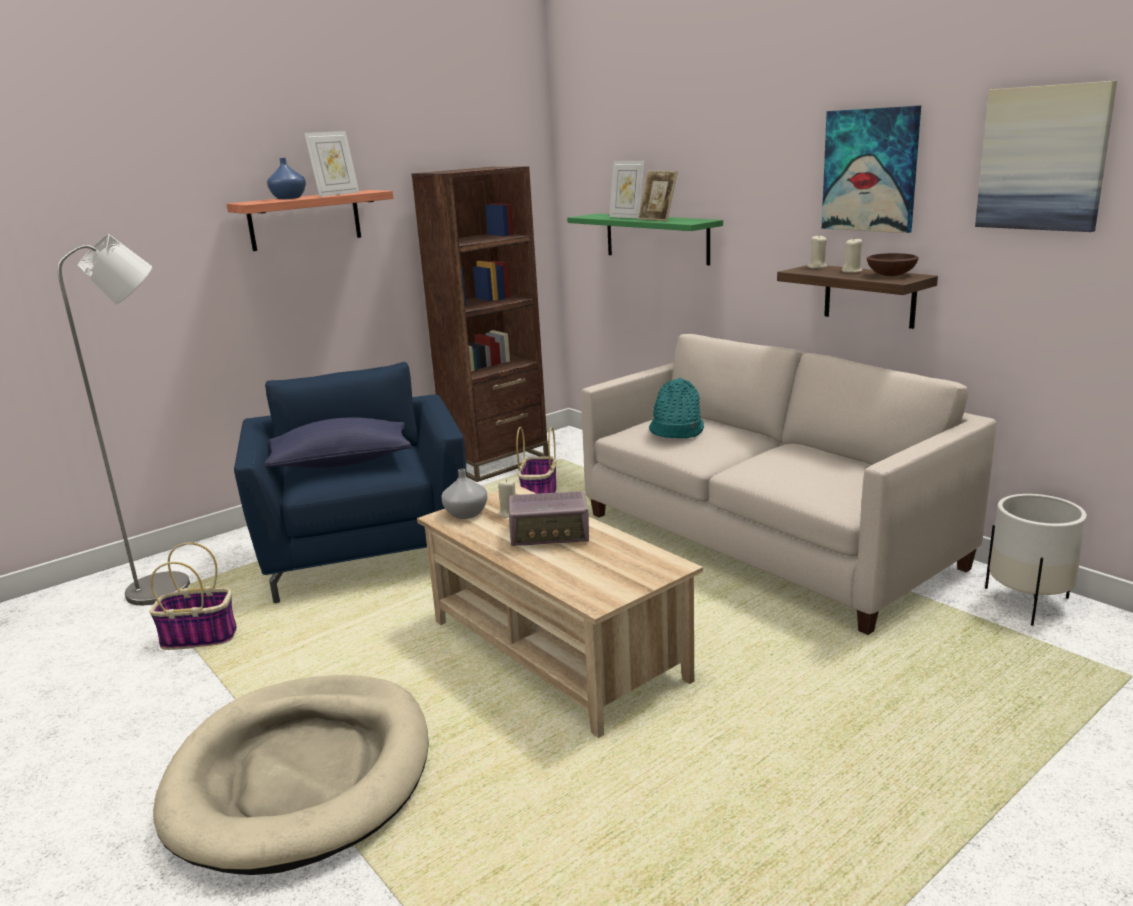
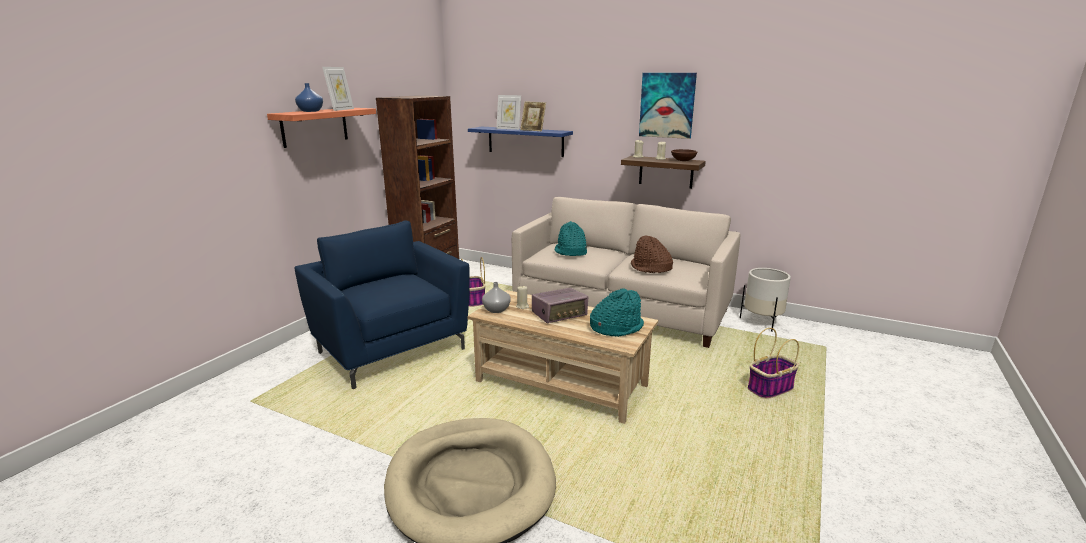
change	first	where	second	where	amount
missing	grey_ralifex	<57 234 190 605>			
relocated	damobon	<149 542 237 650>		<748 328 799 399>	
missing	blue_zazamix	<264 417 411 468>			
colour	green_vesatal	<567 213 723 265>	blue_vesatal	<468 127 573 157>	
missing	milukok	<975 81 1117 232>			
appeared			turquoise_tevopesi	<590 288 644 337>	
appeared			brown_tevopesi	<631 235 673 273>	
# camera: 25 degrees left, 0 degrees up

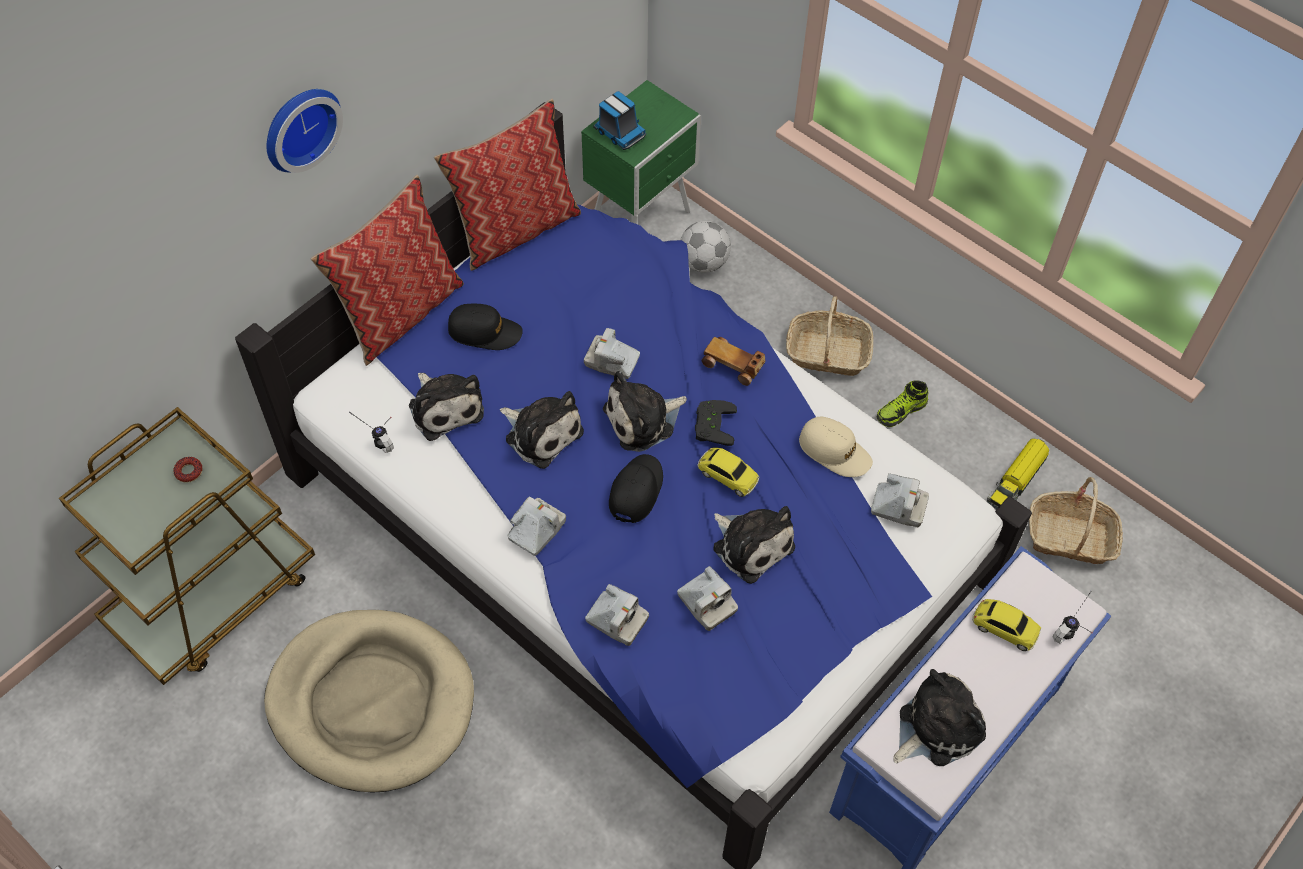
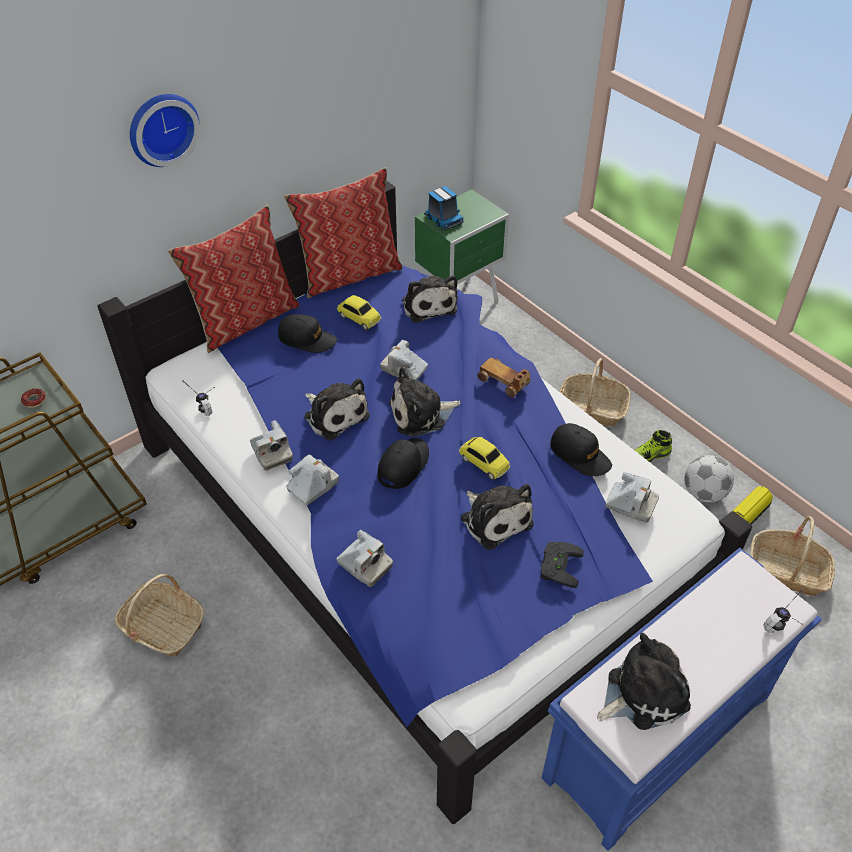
change	first	where	second	where	amount
exchanged	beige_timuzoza	<264 610 474 793>	damobon	<115 574 205 657>	
relocated	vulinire	<409 373 484 441>		<402 275 458 323>	
relocated	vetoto	<677 566 738 631>		<250 420 293 471>	
relocated	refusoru	<680 221 731 272>		<684 455 734 503>	
relocated	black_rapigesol	<695 400 737 446>		<541 542 584 588>	
colour	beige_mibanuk	<799 417 873 477>	black_mibanuk	<550 423 612 476>	
relocated	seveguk	<972 599 1041 651>		<337 295 381 330>	
# camera: 10 degrees right, 10 degrees down

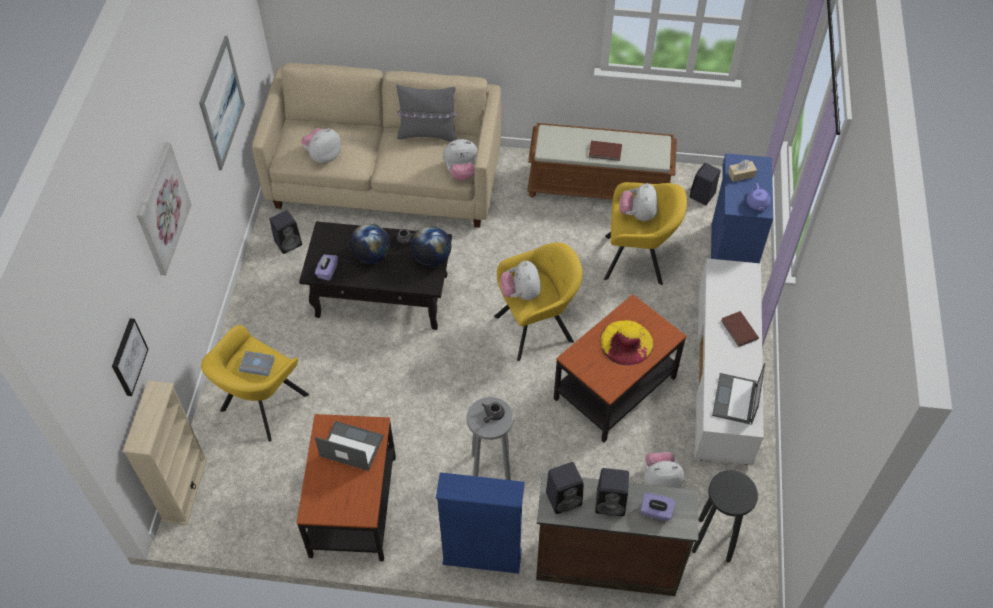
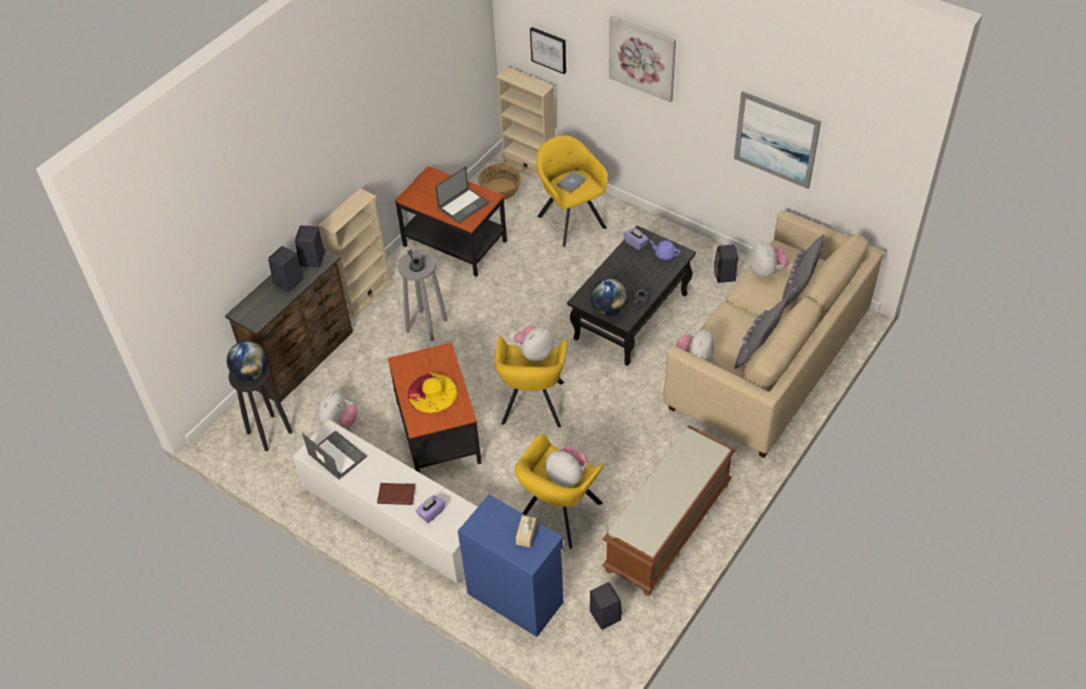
change	first	where	second	where	amount
relocated	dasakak	<350 224 390 264>		<227 341 268 381>	
colour	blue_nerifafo	<436 472 525 574>	beige_nerifafo	<318 188 392 319>	
spun	vulinire	<500 261 541 300>		<514 325 554 361>	60 degrees counterclockwise
missing	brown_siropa	<589 140 622 161>			
relocated	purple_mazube	<641 493 676 521>		<416 495 445 523>	
relocated	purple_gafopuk	<747 183 771 211>		<649 240 681 260>	
appeared			damobon	<478 164 521 200>	
appeared			grey_zazamix	<782 234 824 307>	
# camera: 120 degrees right, 5 degrees down

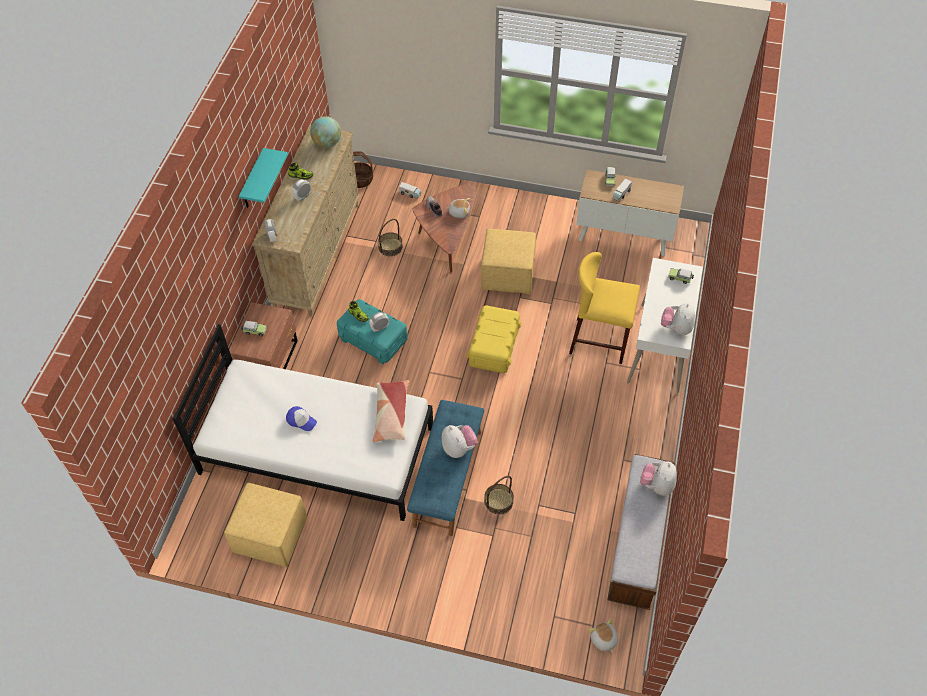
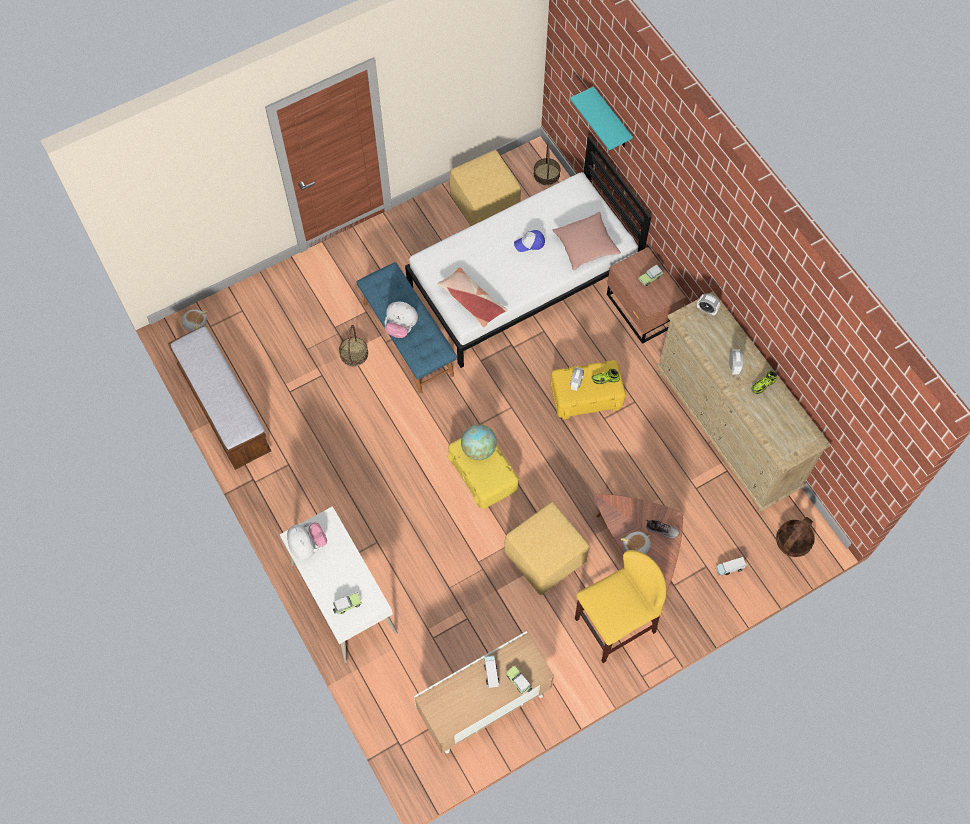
change	first	where	second	where	amount
relocated	turquoise_vesatal	<239 148 288 208>		<570 86 633 150>	
relocated	dasakak	<310 116 341 148>		<461 424 497 460>	
colour	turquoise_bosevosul	<337 299 408 364>	yellow_bosevosul	<550 360 626 419>	
relocated	damobon	<378 219 403 256>		<534 144 561 185>	
relocated	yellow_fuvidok	<569 252 640 364>		<575 550 666 663>	
missing	vulinire	<640 461 677 496>			
appeared			pink_zazamix	<552 212 621 270>	
# camera: 135 degrees right, 10 degrees up

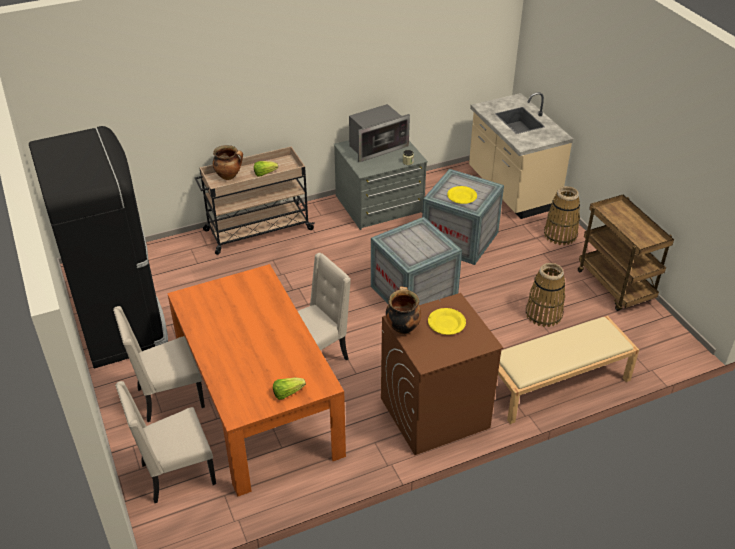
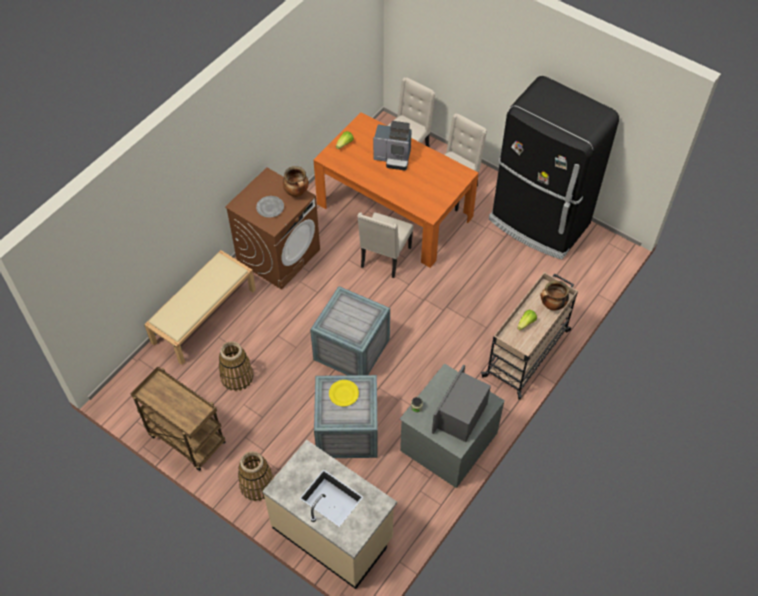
change	first	where	second	where	amount
colour	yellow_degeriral	<428 308 466 335>	grey_degeriral	<256 196 284 218>	
appeared			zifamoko	<373 121 412 170>	
# camera: 150 degrees right, 15 degrees up

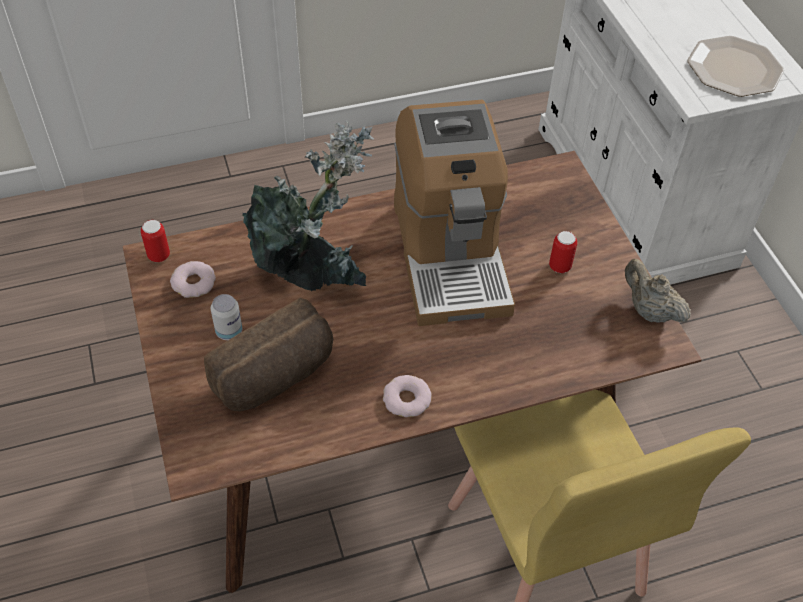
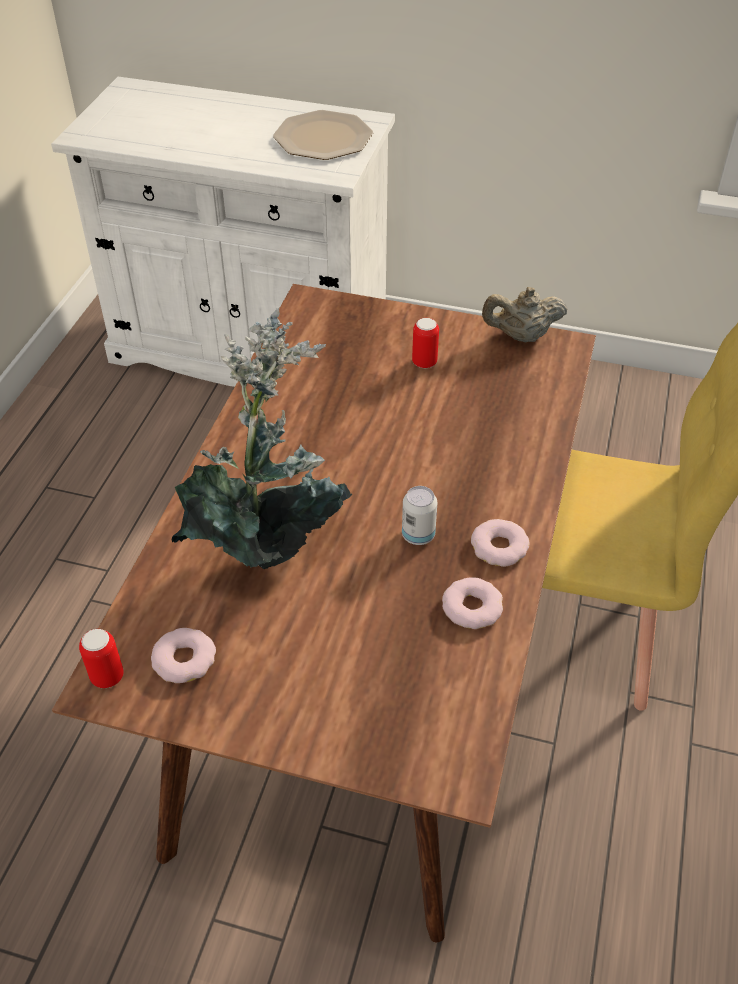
change	first	where	second	where	amount
missing	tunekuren	<204 298 333 411>			
relocated	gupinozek	<211 294 242 340>		<402 486 437 545>	
missing	zifamoko	<394 100 515 326>			
appeared			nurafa	<442 577 503 629>	
# camera: 55 degrees left, 5 degrees down

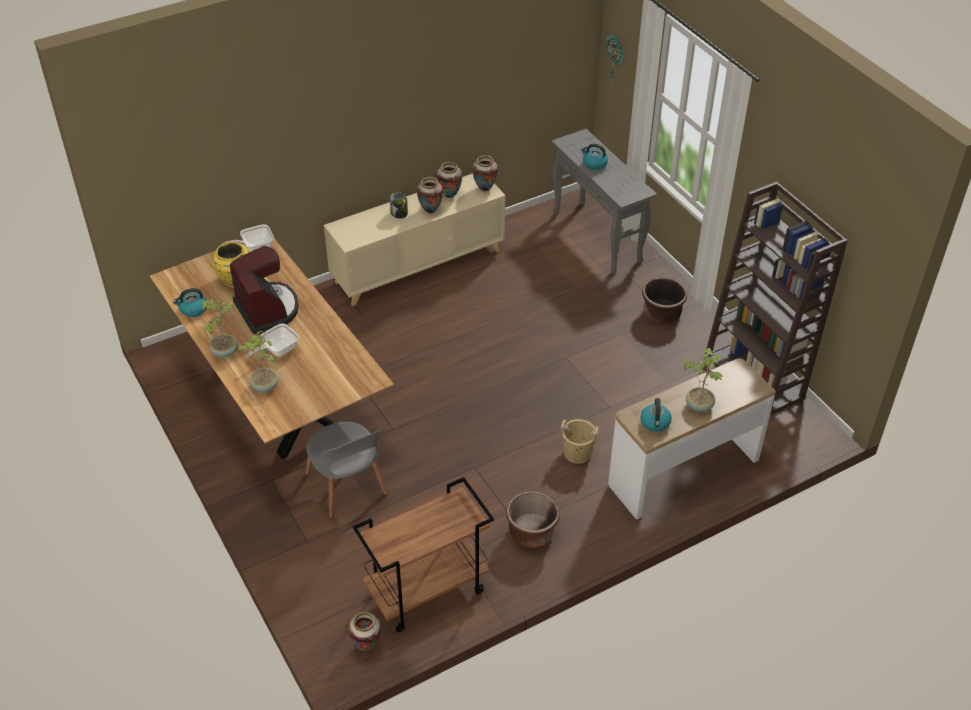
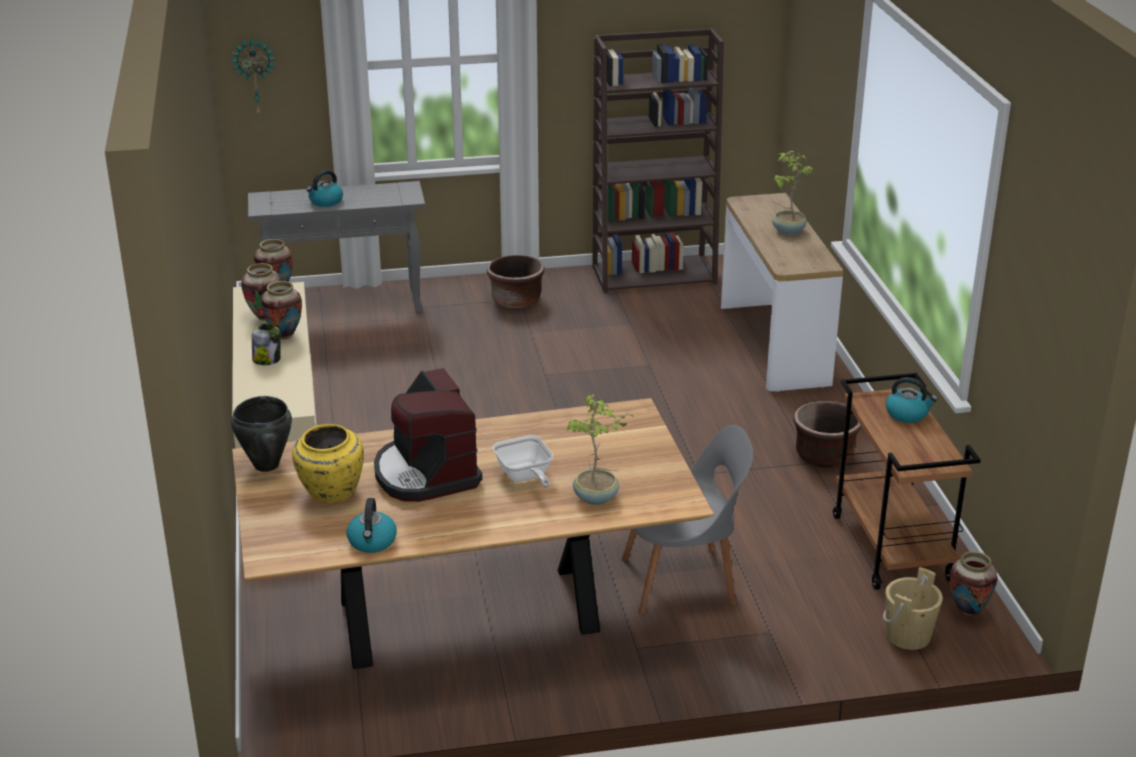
change	first	where	second	where	amount
missing	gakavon	<201 300 238 357>			
exchanged	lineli	<221 224 274 251>	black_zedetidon	<231 396 292 472>	
spun	zifamoko	<230 246 299 335>		<374 368 482 502>	105 degrees counterclockwise
relocated	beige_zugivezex	<561 419 599 464>		<883 567 943 650>	
relocated	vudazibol	<641 398 672 432>		<886 377 937 423>	
# camera: 70 degrees left, 15 degrees down

